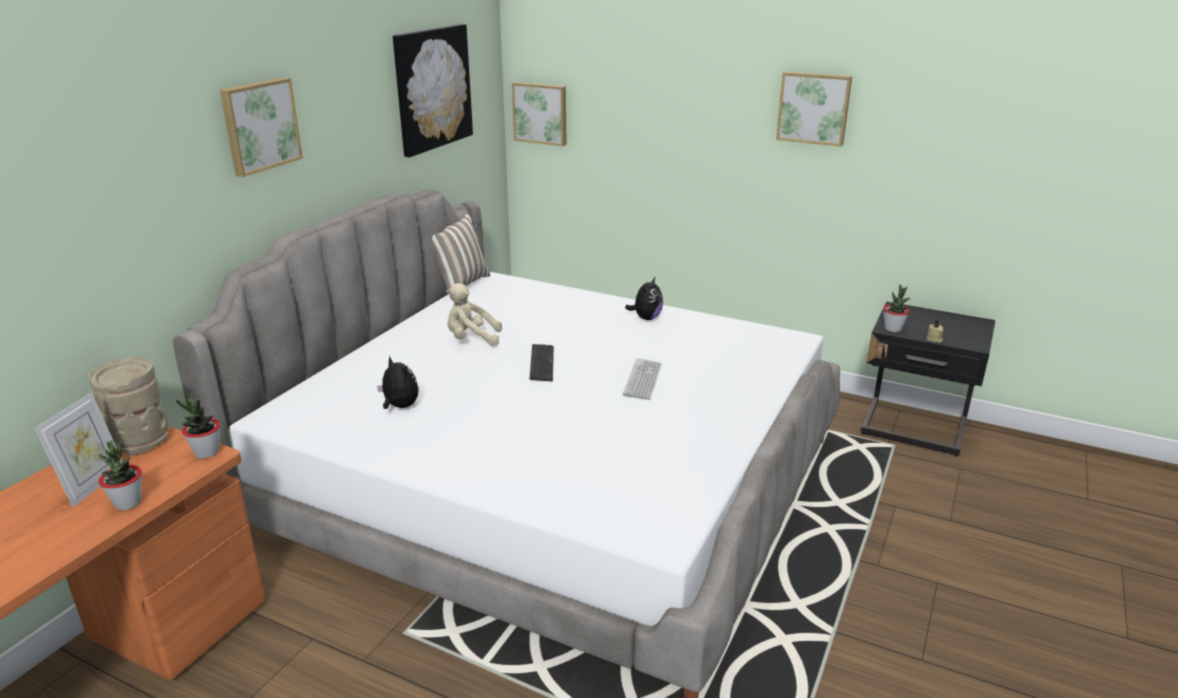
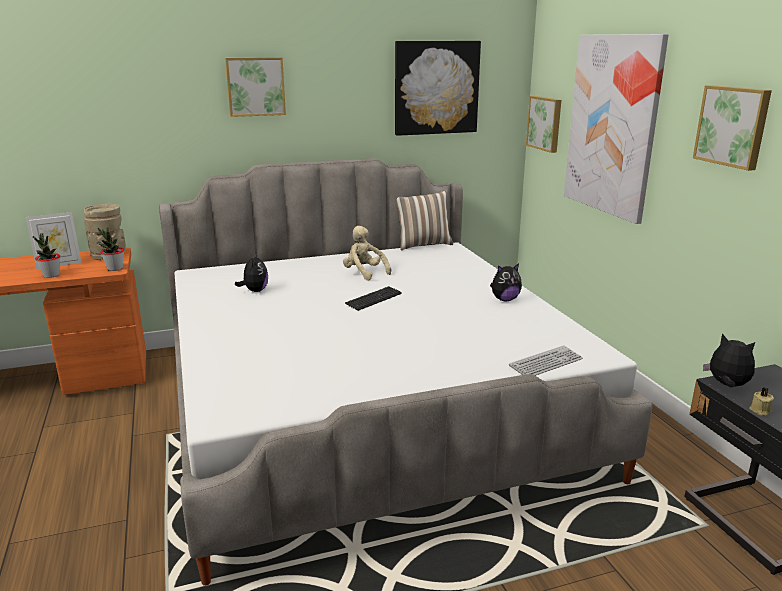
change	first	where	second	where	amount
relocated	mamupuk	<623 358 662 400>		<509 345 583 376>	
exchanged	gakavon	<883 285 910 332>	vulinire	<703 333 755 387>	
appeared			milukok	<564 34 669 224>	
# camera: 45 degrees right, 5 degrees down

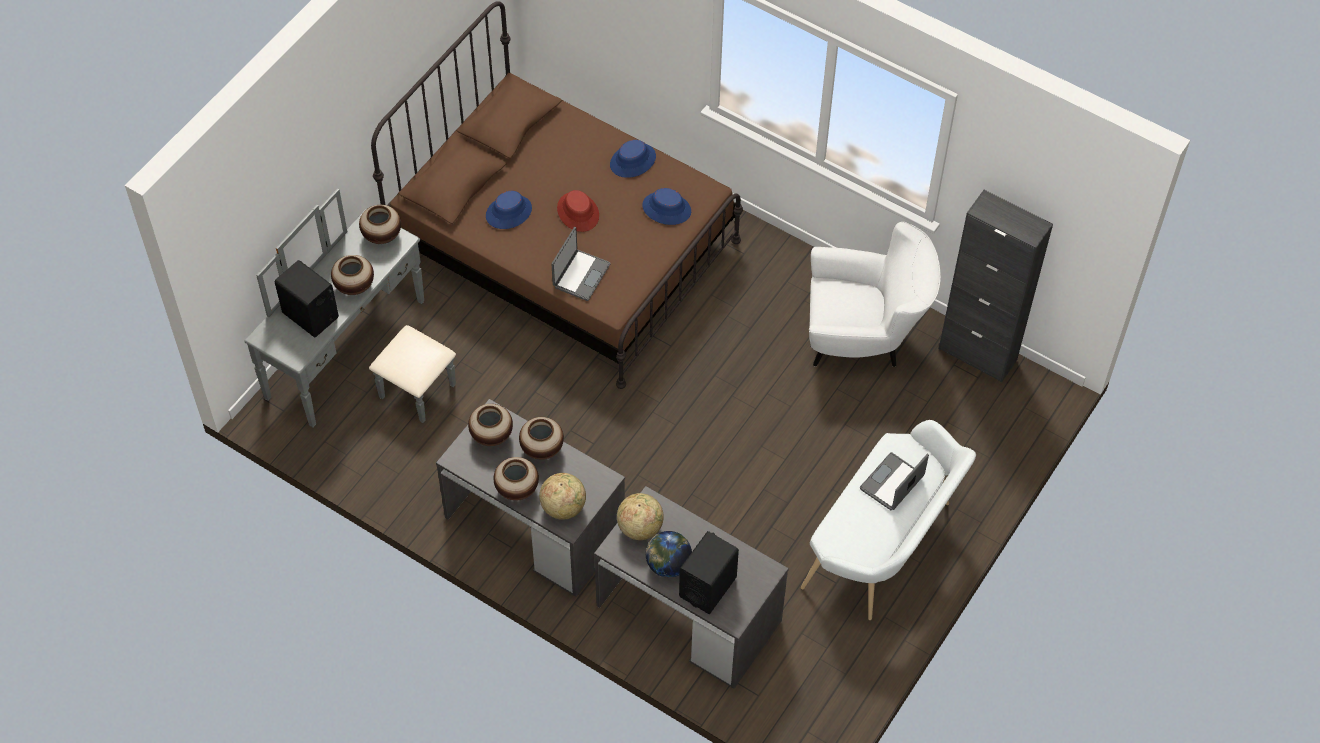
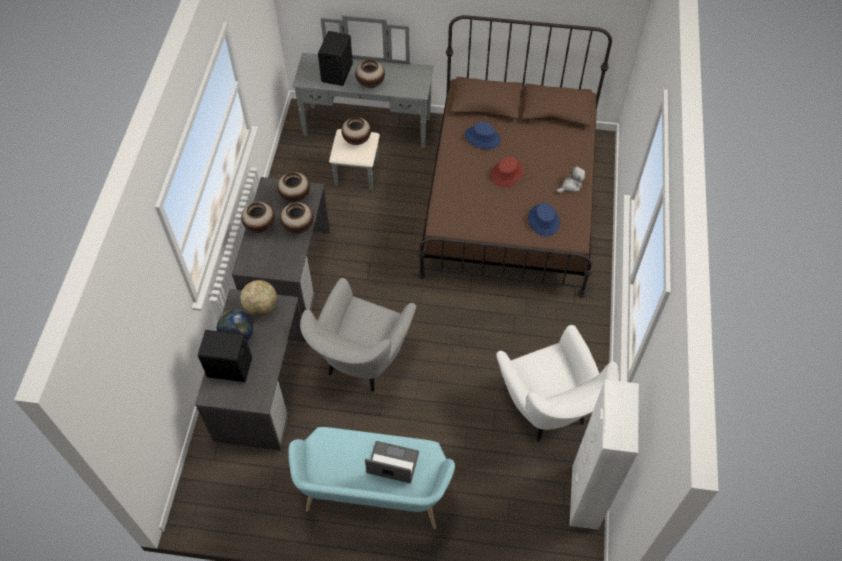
change	first	where	second	where	amount
relocated	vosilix	<359 205 401 244>		<341 117 371 145>	
missing	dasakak	<539 473 586 520>			
missing	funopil	<552 227 611 301>			
exchanged	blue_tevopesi	<610 140 656 178>	vulinire	<556 166 585 193>	
colour	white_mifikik	<801 420 976 620>	turquoise_mifikik	<288 427 455 529>	
colour	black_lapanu	<939 190 1053 382>	white_lapanu	<569 379 639 530>	
appeared			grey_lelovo	<300 278 416 392>	
# camera: 65 degrees right, 0 degrees up

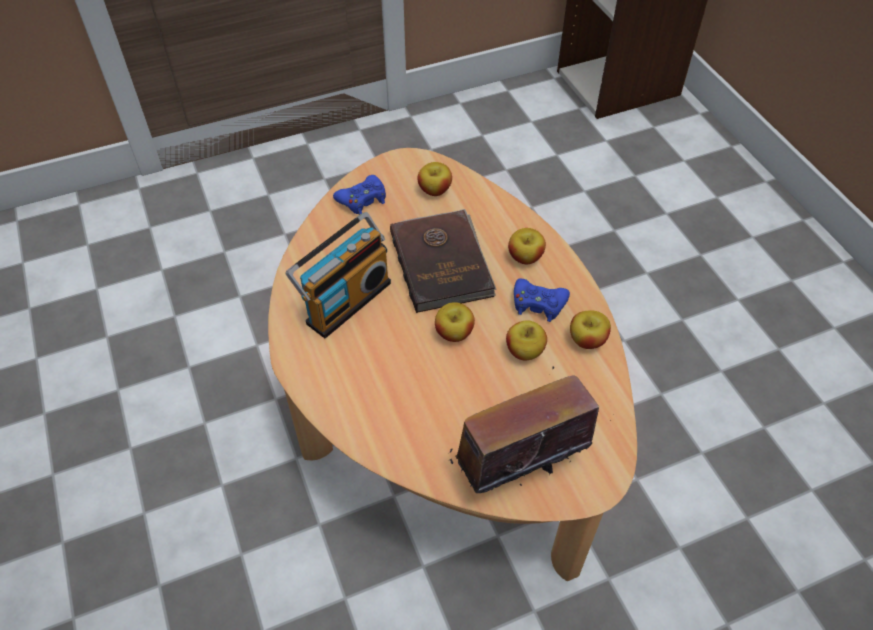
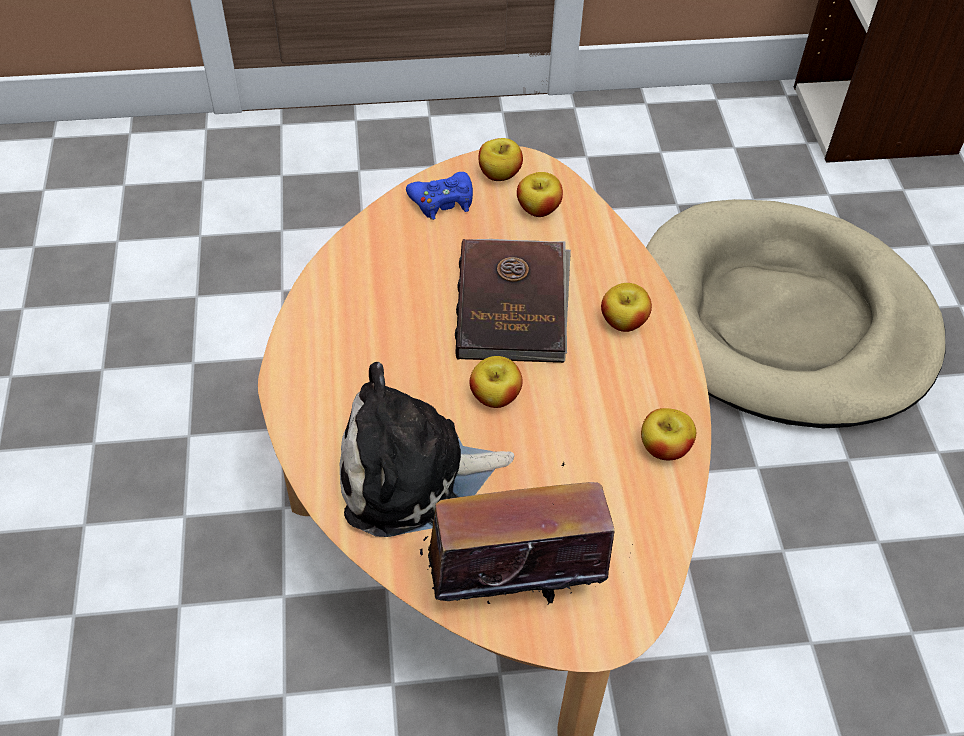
change	first	where	second	where	amount
missing	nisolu	<285 212 391 338>			
relocated	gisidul	<506 320 547 360>		<479 138 523 181>	
missing	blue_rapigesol	<514 279 570 322>			
appeared			vulinire	<340 362 514 537>	
appeared			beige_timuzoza	<646 199 945 428>	
# camera: 15 degrees right, 0 degrees up

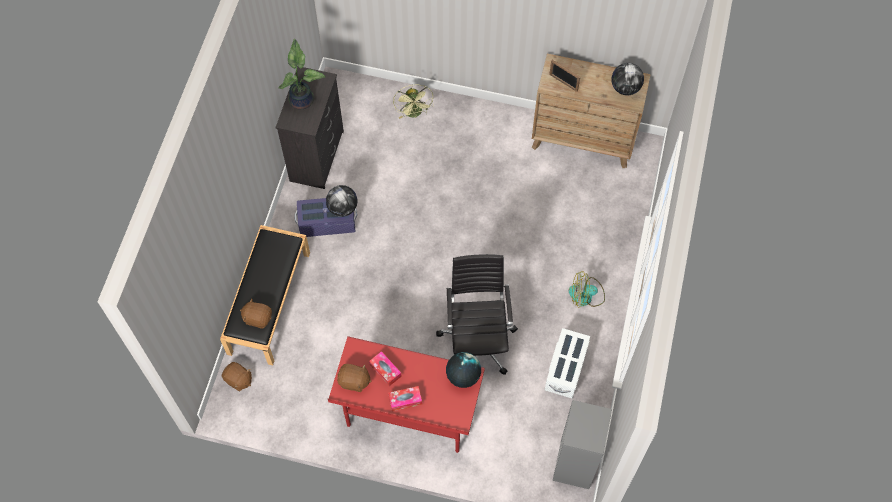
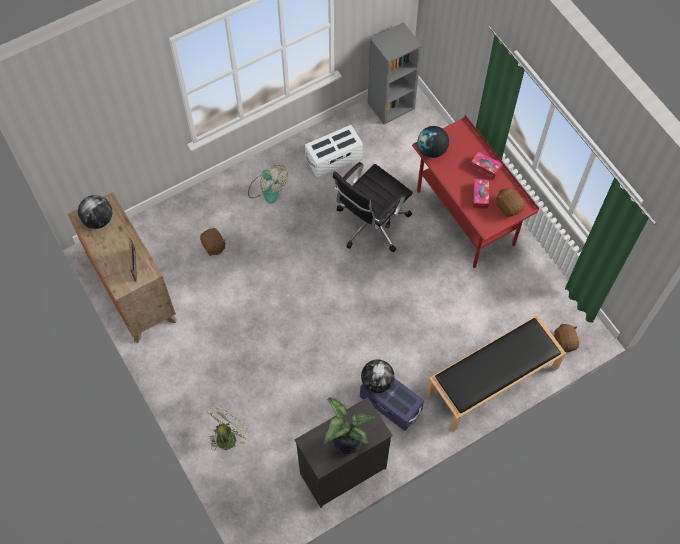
change	first	where	second	where	amount
relocated	brown_vulinire	<240 298 272 329>		<200 228 226 256>	
# camera: 135 degrees left, 0 degrees up

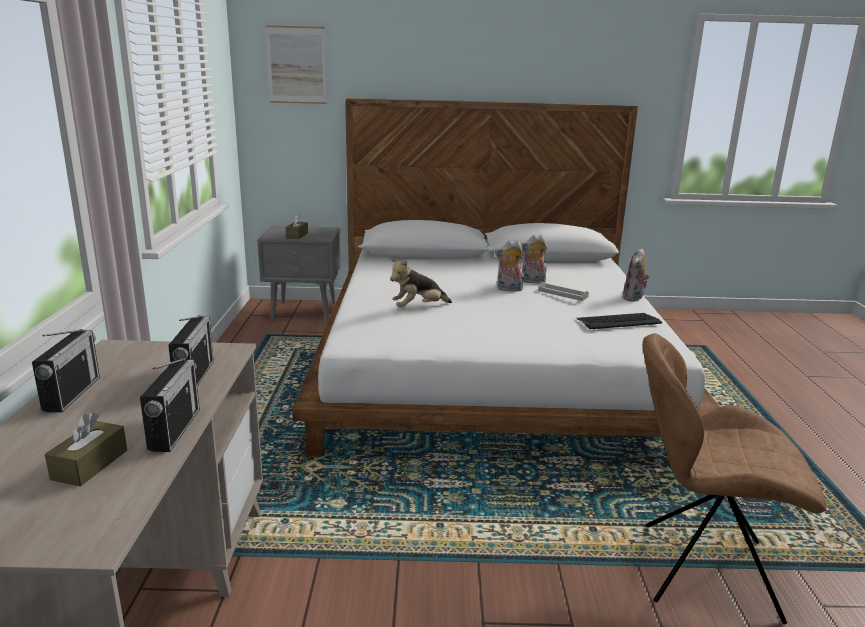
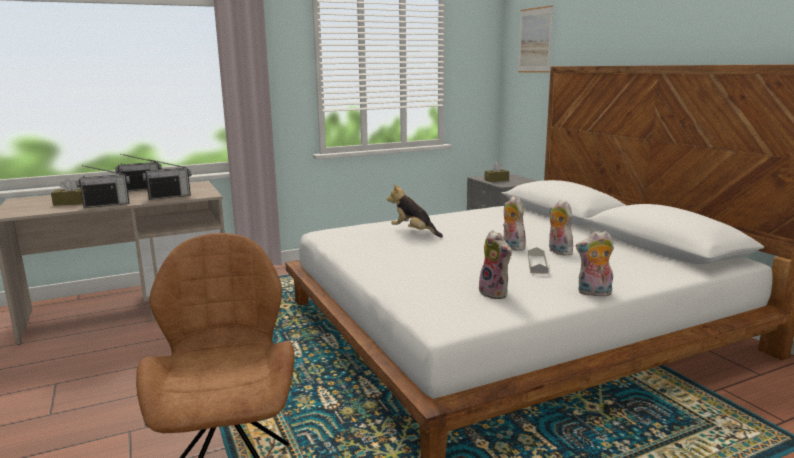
change	first	where	second	where	amount
exchanged	mamupuk	<577 313 662 329>	vulinire	<478 230 512 299>	
# camera: 65 degrees right, 5 degrees down

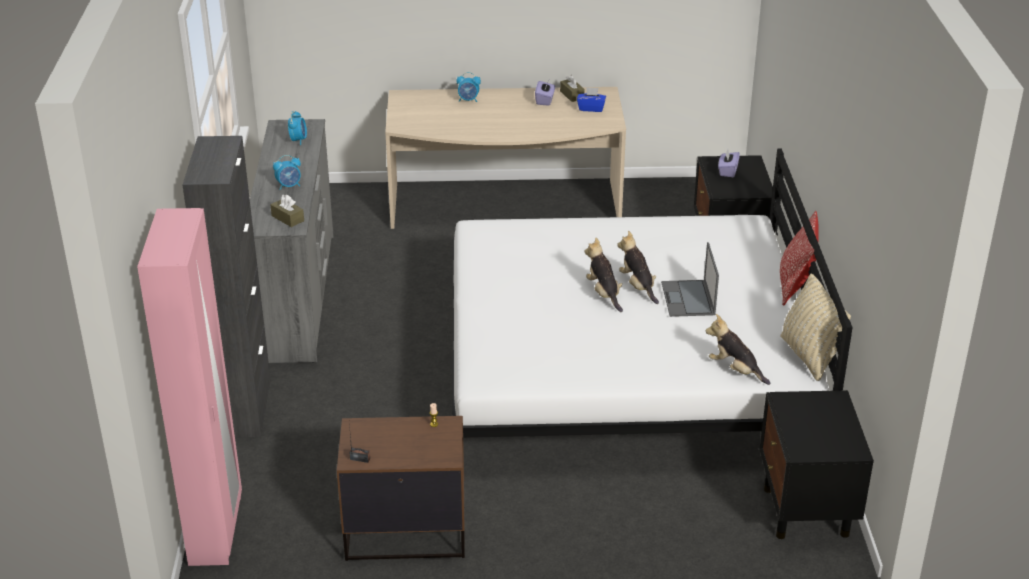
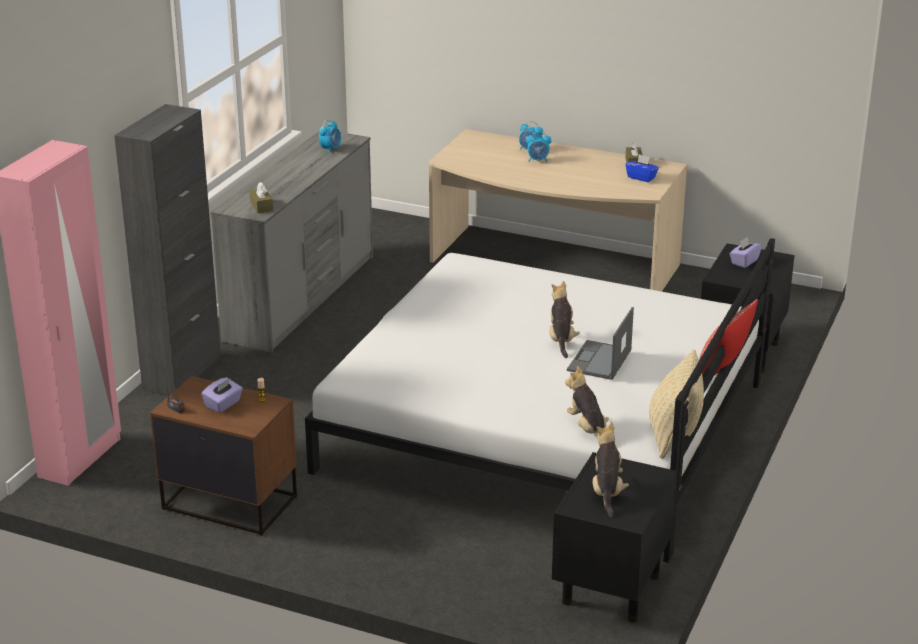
change	first	where	second	where	amount
relocated	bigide	<273 155 301 190>		<526 131 552 162>	
relocated	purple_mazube	<535 81 555 105>		<201 377 243 413>	
relocated	vulinire	<584 238 623 312>		<593 422 629 517>	
# camera: 25 degrees right, 5 degrees down

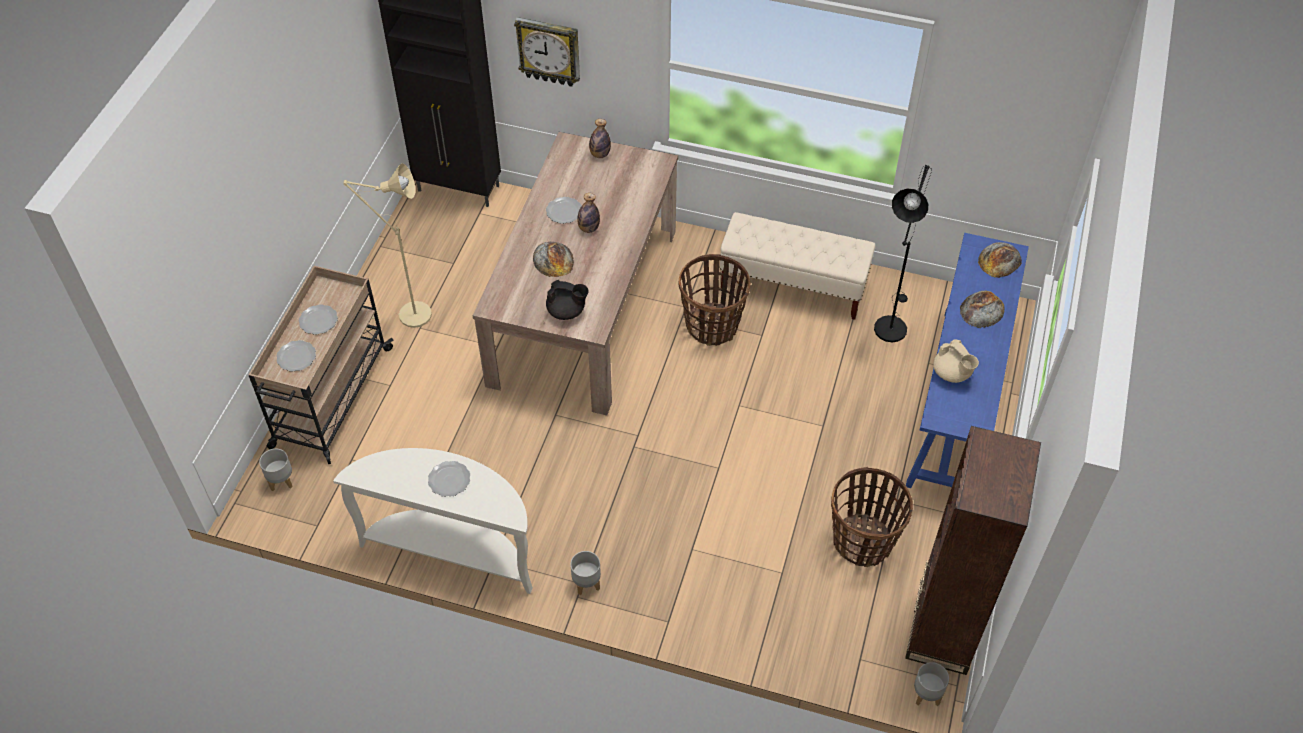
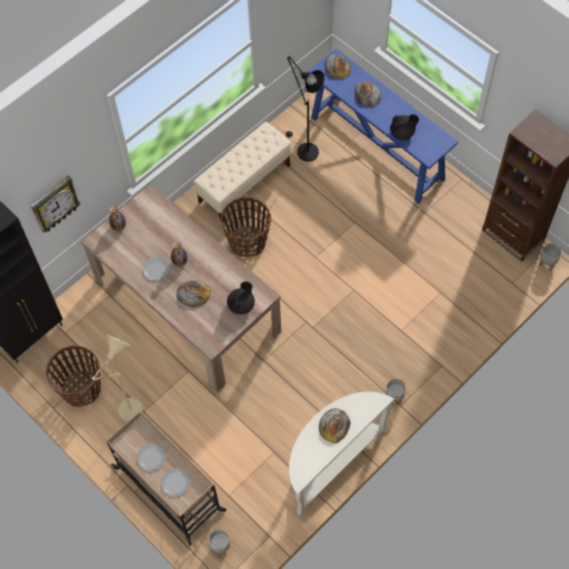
change	first	where	second	where	amount
exchanged	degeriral	<428 461 470 497>	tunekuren	<319 408 351 443>	
relocated	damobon	<831 467 913 567>		<46 345 101 407>	
colour	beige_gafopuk	<933 340 979 383>	black_gafopuk	<390 114 419 140>	
# camera: 60 degrees left, 10 degrees up

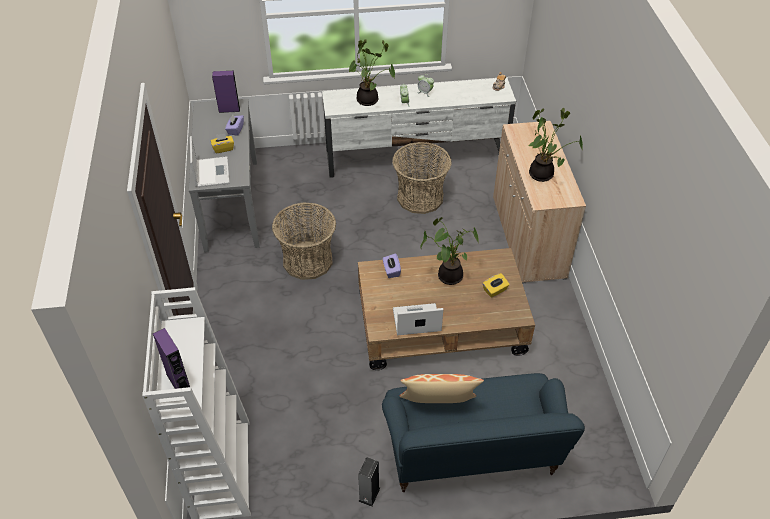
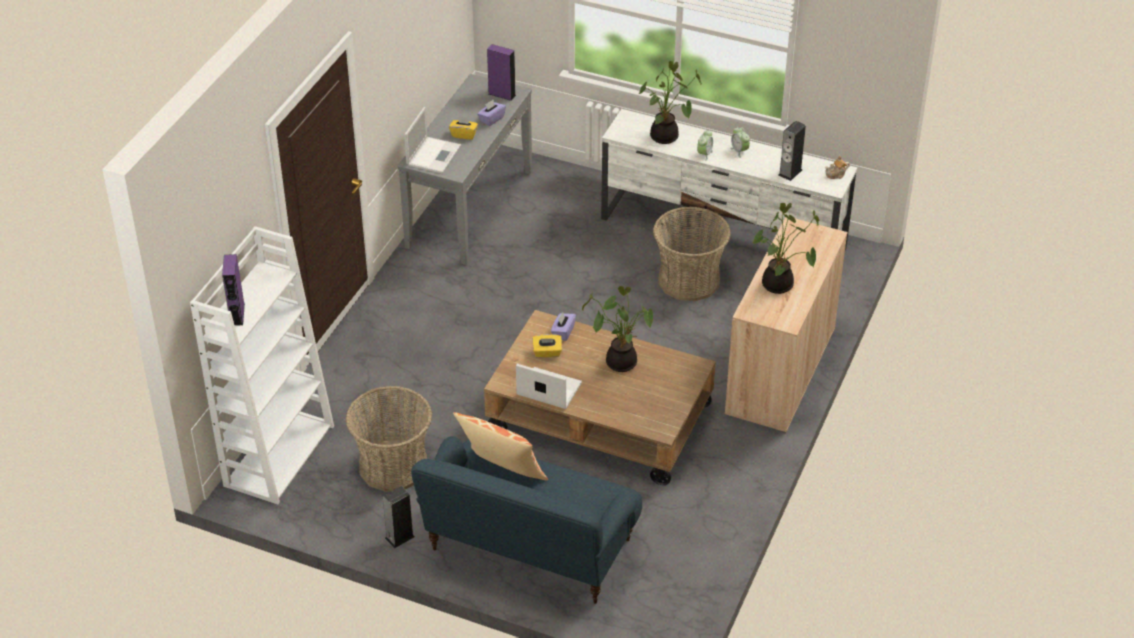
change	first	where	second	where	amount
relocated	damobon	<272 202 336 280>		<346 386 432 492>	
relocated	yellow_mazube	<483 273 510 298>		<532 334 562 358>	
appeared			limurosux	<778 121 806 181>	
# camera: 30 degrees right, 5 degrees down

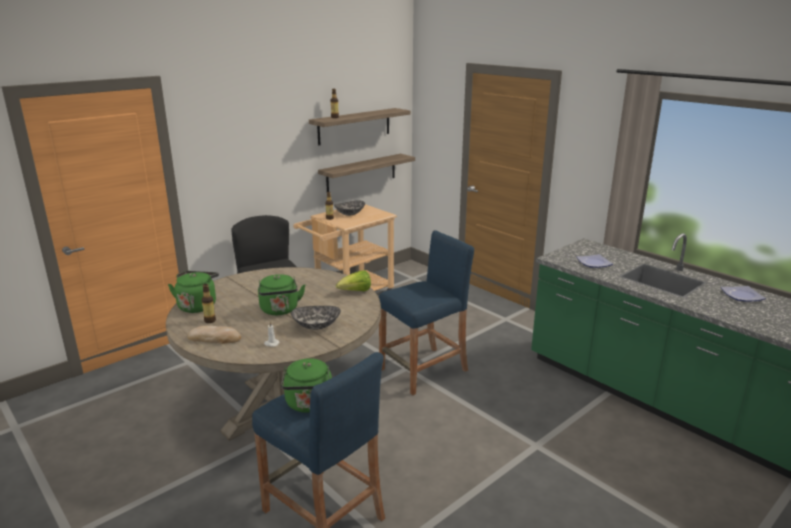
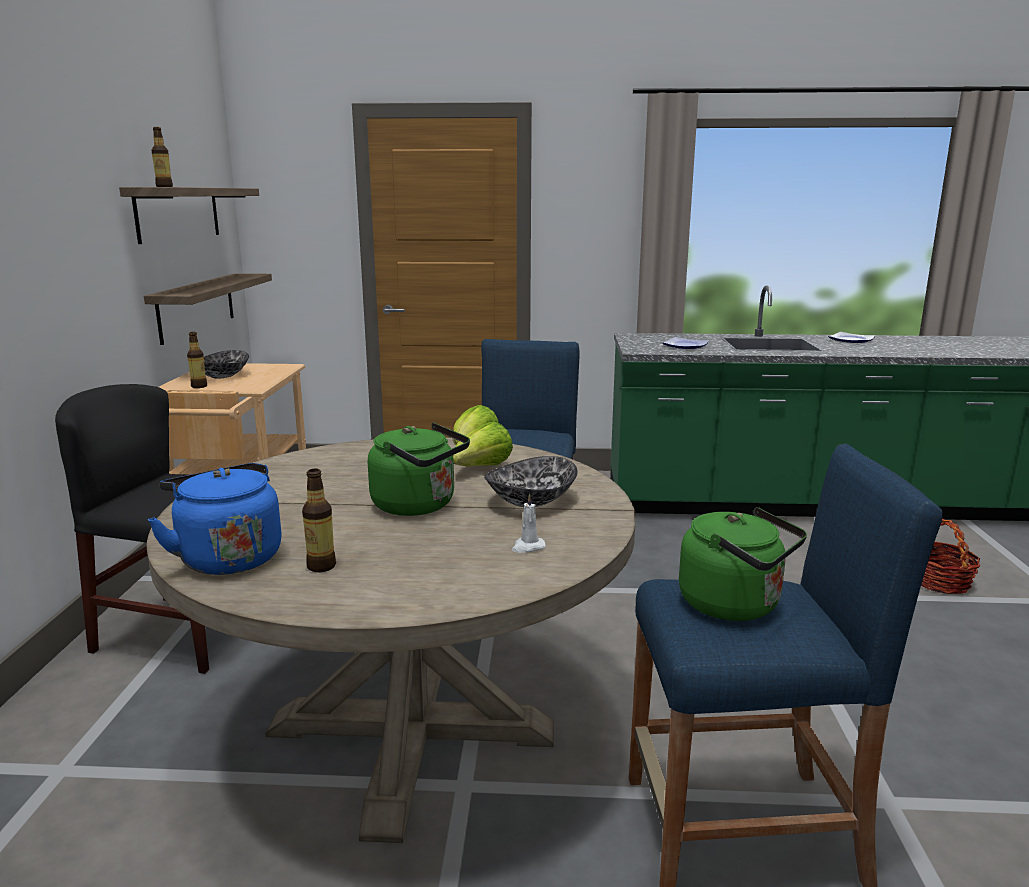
change	first	where	second	where	amount
colour	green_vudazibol	<168 271 219 313>	blue_vudazibol	<147 463 282 575>	
missing	tunekuren	<187 326 241 344>			
appeared			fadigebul	<453 422 513 466>	
appeared			damobon	<921 519 980 594>	
# camera: 45 degrees left, 5 degrees down

